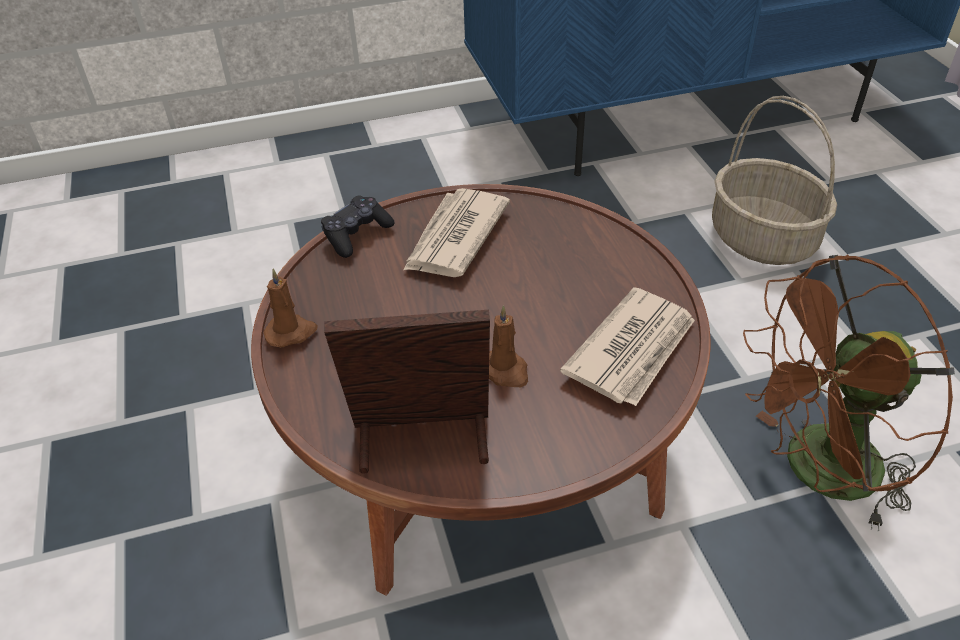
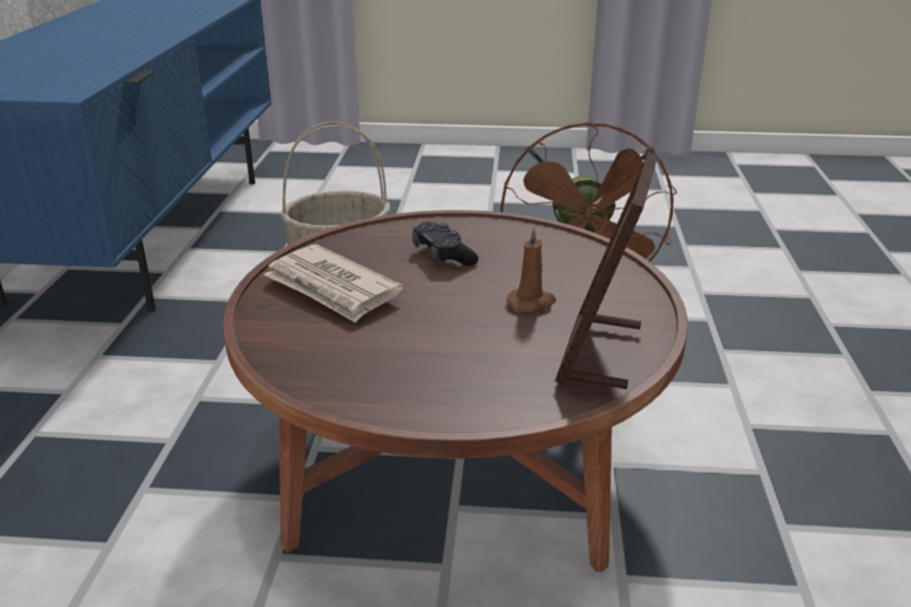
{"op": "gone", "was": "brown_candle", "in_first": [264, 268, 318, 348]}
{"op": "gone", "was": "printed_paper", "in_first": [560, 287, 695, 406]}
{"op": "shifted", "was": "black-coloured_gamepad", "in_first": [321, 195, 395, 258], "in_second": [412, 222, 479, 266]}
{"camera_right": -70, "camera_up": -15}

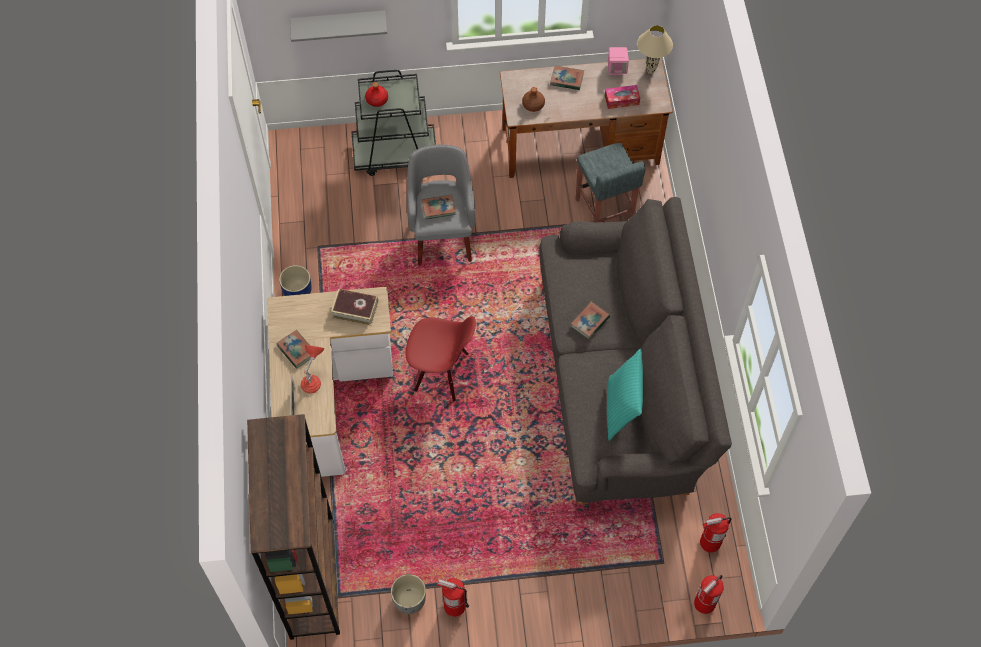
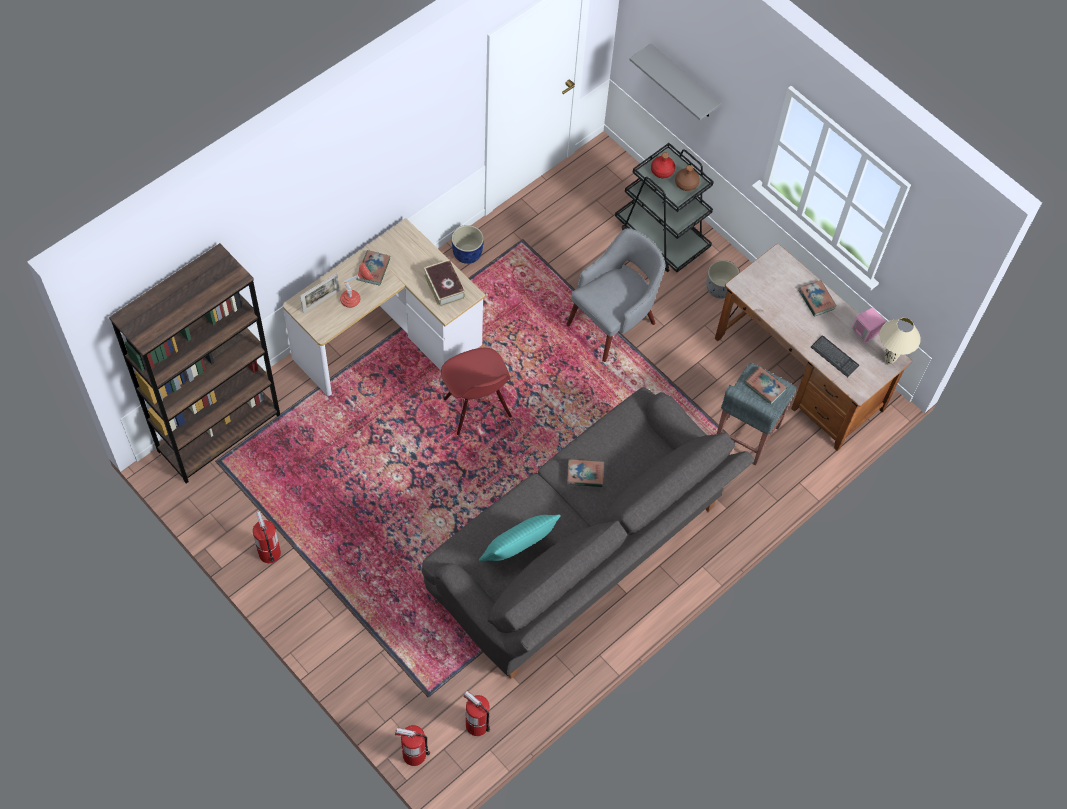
{"op": "shifted", "was": "greyish_plant_pot", "in_first": [391, 574, 426, 614], "in_second": [706, 260, 740, 299]}
{"op": "shifted", "was": "book", "in_first": [422, 195, 456, 219], "in_second": [745, 366, 787, 405]}
{"op": "shifted", "was": "brown_drink_bottle", "in_first": [522, 87, 545, 112], "in_second": [675, 165, 700, 191]}
{"op": "swapped", "was": "tissue_holder", "now": "PC_keyboard", "in_first": [605, 85, 640, 109], "in_second": [811, 335, 859, 377]}
{"camera_right": 50, "camera_up": 0}

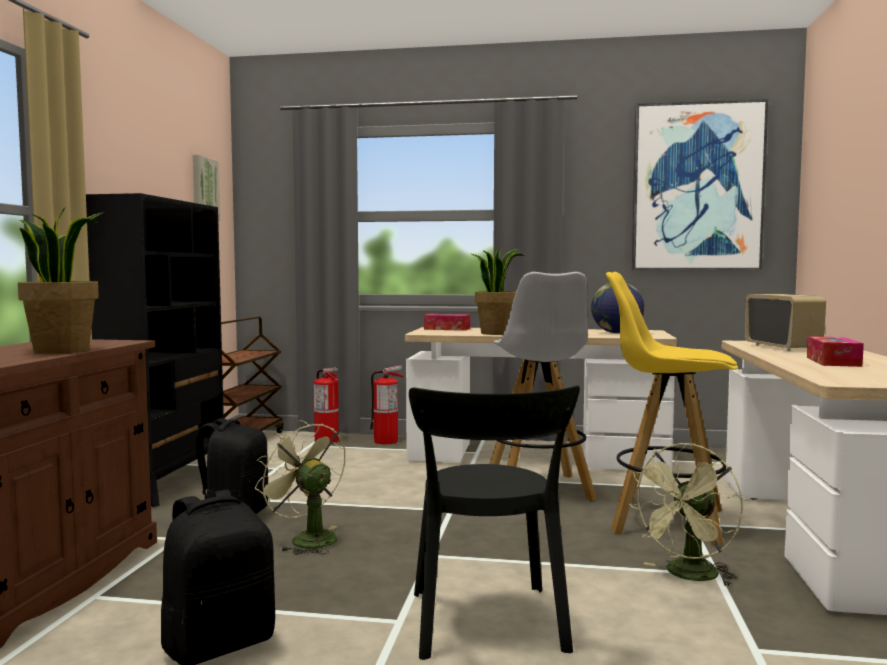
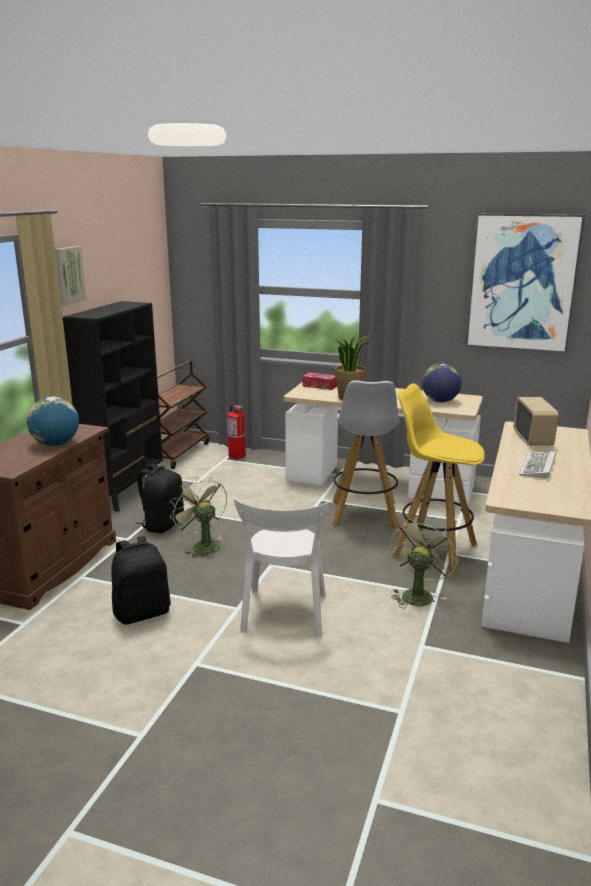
{"op": "gone", "was": "extinguisher", "in_first": [370, 365, 404, 444]}
{"op": "shifted", "was": "wall_picture", "in_first": [193, 155, 220, 221], "in_second": [55, 246, 87, 305]}
{"op": "swapped", "was": "potted_plant", "now": "world_globe", "in_first": [18, 208, 105, 353], "in_second": [27, 396, 79, 446]}
{"op": "swapped", "was": "tissue_holder", "now": "PC_keyboard", "in_first": [807, 336, 864, 367], "in_second": [519, 451, 556, 479]}
{"op": "repainted", "was": "black-coloured_upright_chair", "now": "whitish_upright_chair", "in_first": [409, 385, 580, 660], "in_second": [234, 499, 329, 637]}
{"op": "rotated", "was": "greenish_cooling_fan", "in_first": [628, 443, 743, 587], "in_second": [391, 517, 459, 608], "clockwise": 150}
{"camera_right": 10, "camera_up": 15}

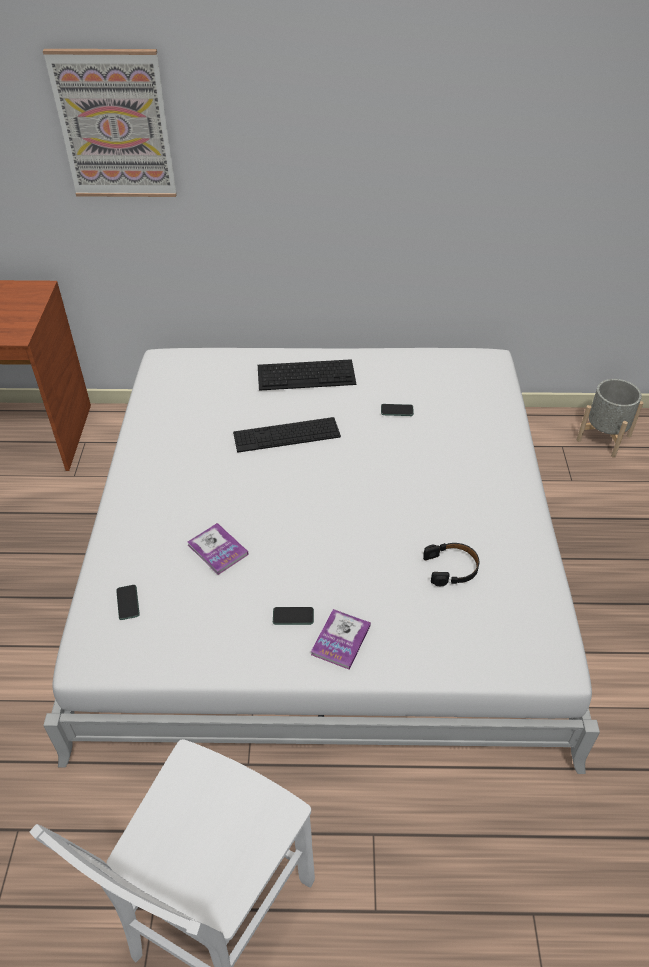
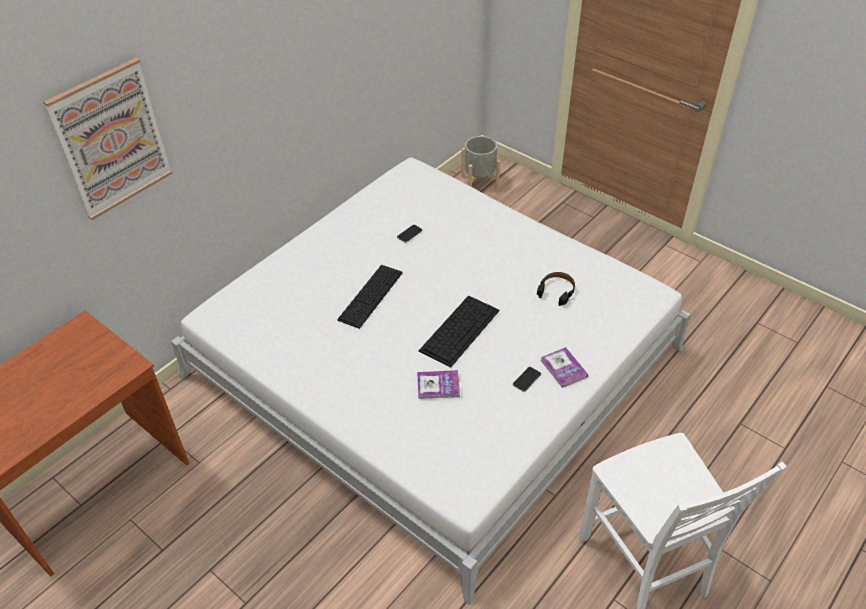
{"op": "gone", "was": "telephone", "in_first": [116, 585, 140, 620]}
{"op": "shifted", "was": "PC_keyboard", "in_first": [258, 359, 356, 391], "in_second": [419, 295, 500, 368]}
{"camera_right": -50, "camera_up": 0}

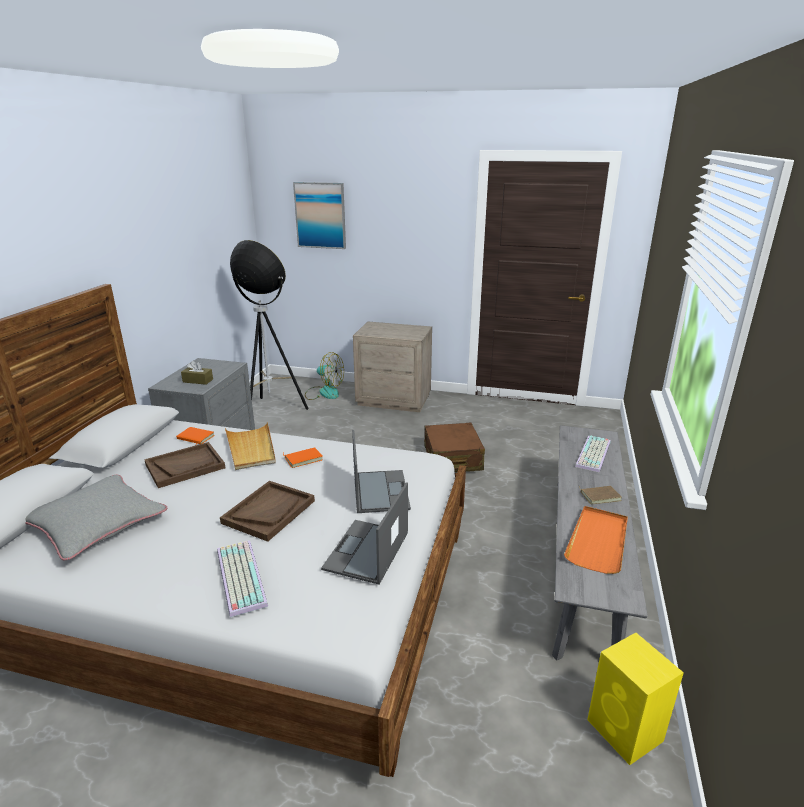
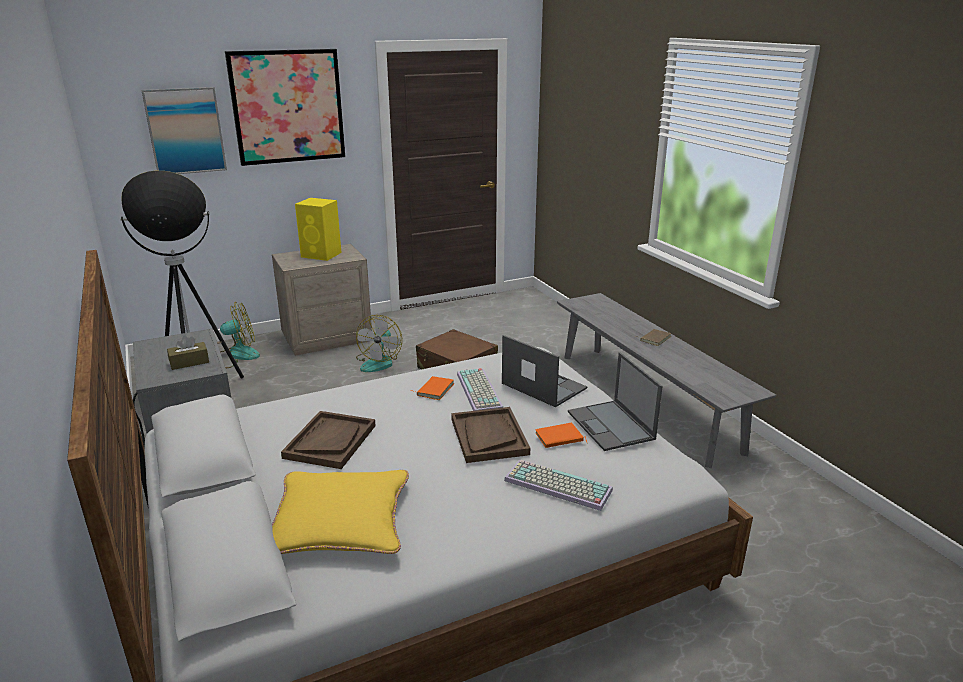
{"op": "gone", "was": "beige_tray", "in_first": [225, 422, 276, 470]}
{"op": "gone", "was": "orange-coloured_tray", "in_first": [564, 506, 628, 574]}
{"op": "new", "now": "wall_picture", "in_second": [225, 49, 345, 166]}
{"op": "new", "now": "cooling_fan", "in_second": [356, 315, 402, 372]}
{"op": "shifted", "was": "orange-coloured_book", "in_first": [176, 427, 215, 444], "in_second": [535, 423, 587, 448]}
{"op": "shifted", "was": "PC_keyboard", "in_first": [575, 435, 610, 473], "in_second": [457, 368, 503, 411]}
{"op": "shifted", "was": "yellowish_loudspeaker", "in_first": [587, 633, 684, 765], "in_second": [295, 198, 342, 261]}
{"op": "repainted", "was": "greyish_cushion", "now": "yellowish_cushion", "in_first": [25, 475, 167, 561], "in_second": [272, 470, 409, 554]}
{"camera_right": -40, "camera_up": 0}

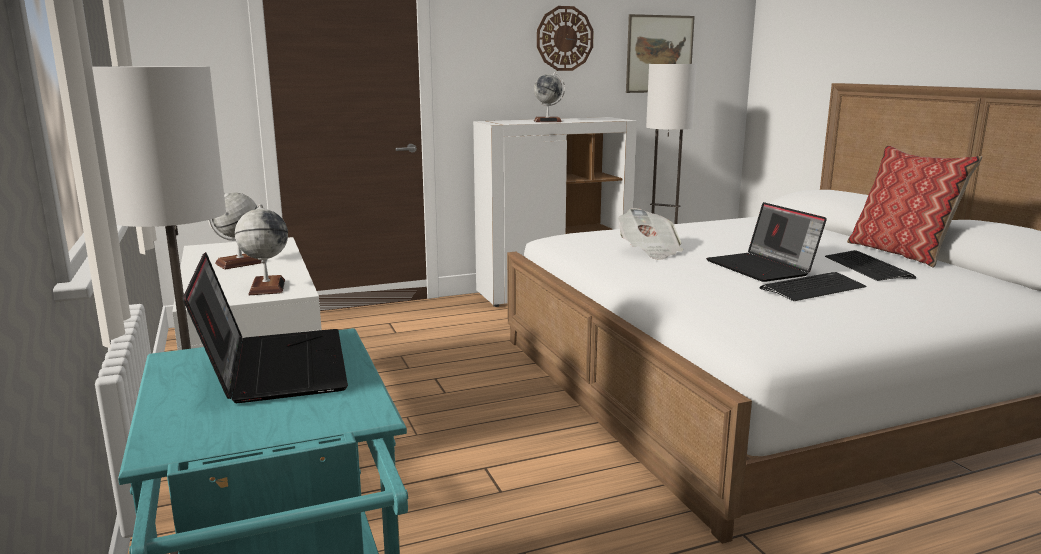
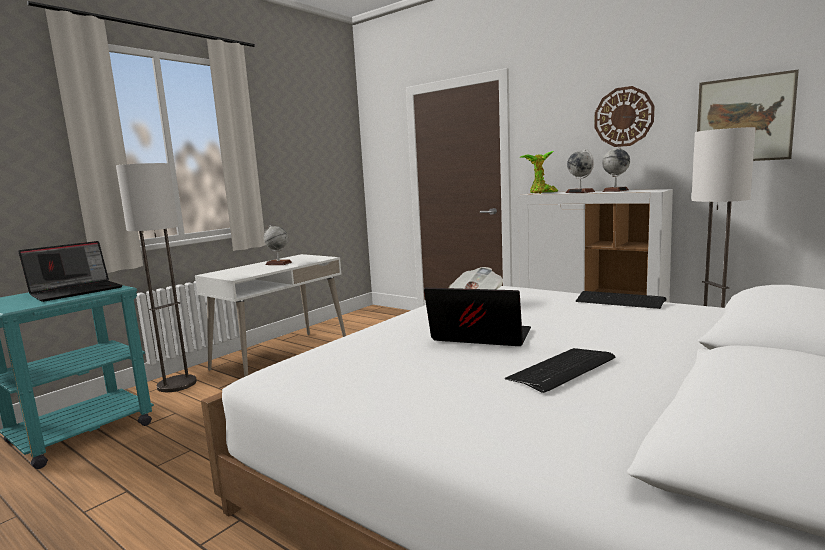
{"op": "gone", "was": "cushion", "in_first": [847, 145, 982, 268]}
{"op": "new", "now": "potted_plant", "in_second": [521, 151, 558, 194]}
{"op": "shifted", "was": "world_globe", "in_first": [235, 204, 288, 295], "in_second": [602, 147, 630, 192]}
{"op": "shifted", "was": "PC_keyboard", "in_first": [760, 272, 866, 301], "in_second": [576, 291, 667, 309]}
{"op": "rotated", "was": "laptop", "in_first": [706, 202, 827, 282], "in_second": [424, 288, 531, 346], "clockwise": 75}
{"camera_right": 60, "camera_up": -5}

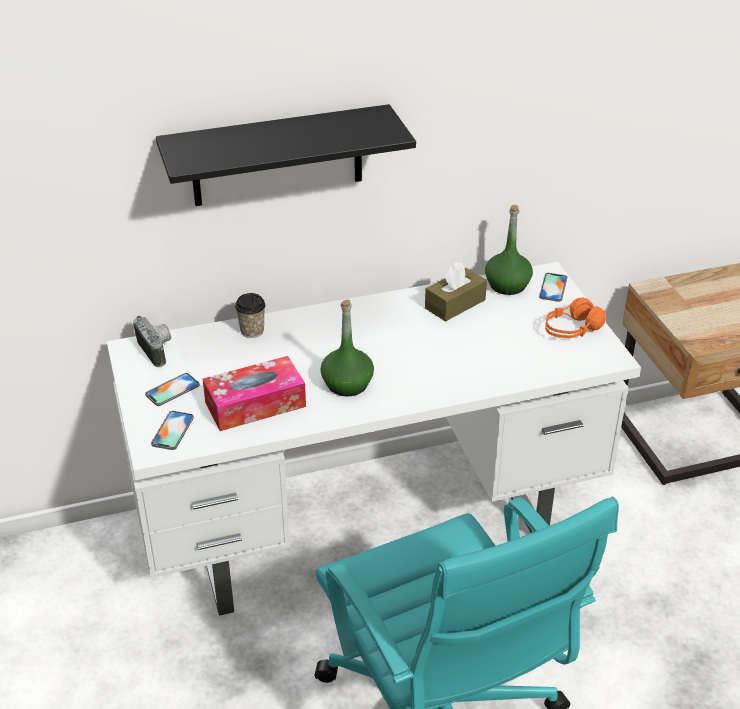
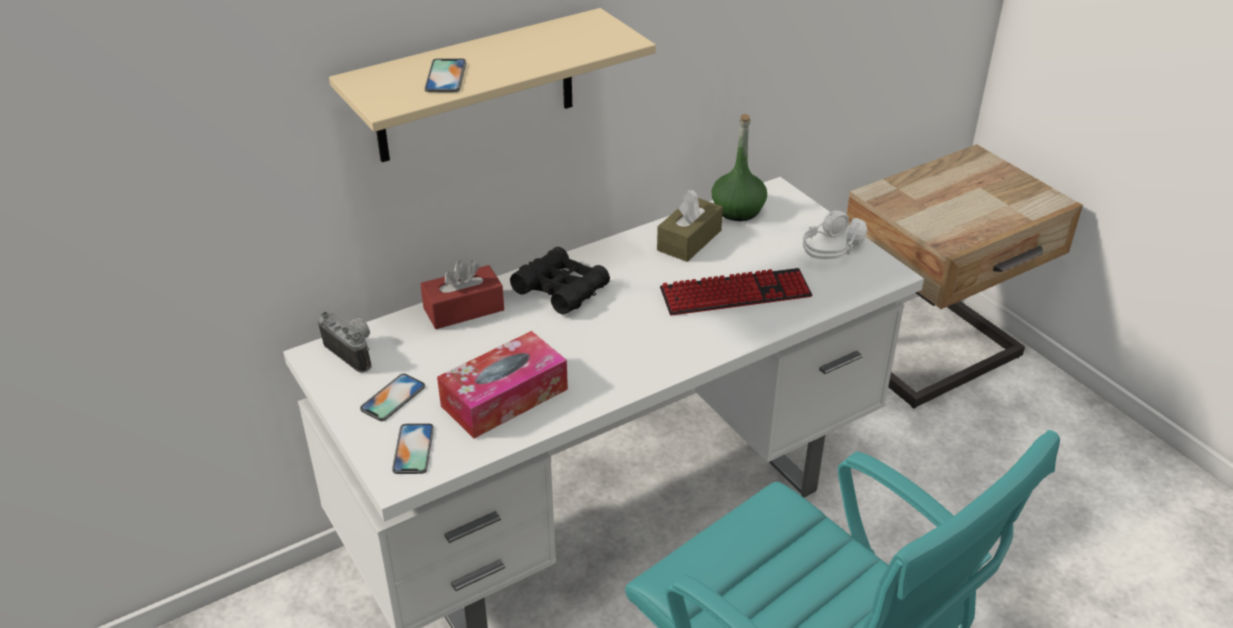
{"op": "gone", "was": "greenish_drink_bottle", "in_first": [320, 300, 374, 397]}
{"op": "new", "now": "black-coloured_binoculars", "in_second": [510, 247, 610, 314]}
{"op": "new", "now": "PC_keyboard", "in_second": [660, 268, 812, 315]}
{"op": "shifted", "was": "telephone", "in_first": [539, 273, 567, 302], "in_second": [425, 58, 466, 92]}
{"op": "swapped", "was": "small_cup", "now": "reddish_tissue_holder", "in_first": [235, 293, 266, 338], "in_second": [420, 260, 504, 329]}
{"op": "repainted", "was": "black-coloured_bracket_shelf", "now": "beige_bracket_shelf", "in_first": [156, 104, 416, 206], "in_second": [329, 8, 656, 162]}
{"op": "repainted", "was": "orange-coloured_pair_of_headphones", "now": "whitish_pair_of_headphones", "in_first": [545, 297, 606, 338], "in_second": [803, 210, 868, 259]}
{"camera_right": -15, "camera_up": 0}

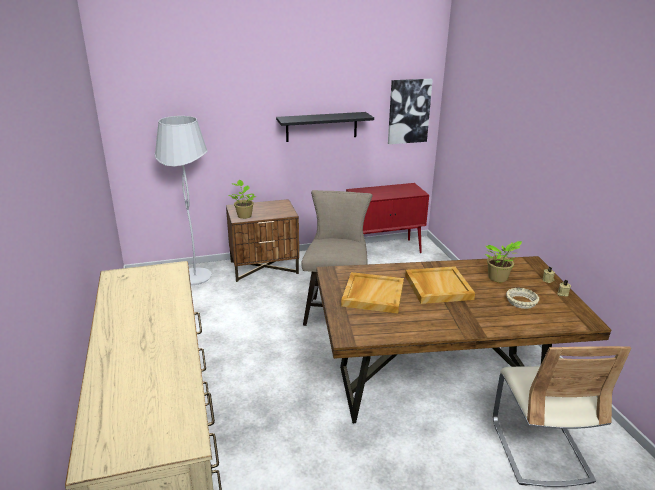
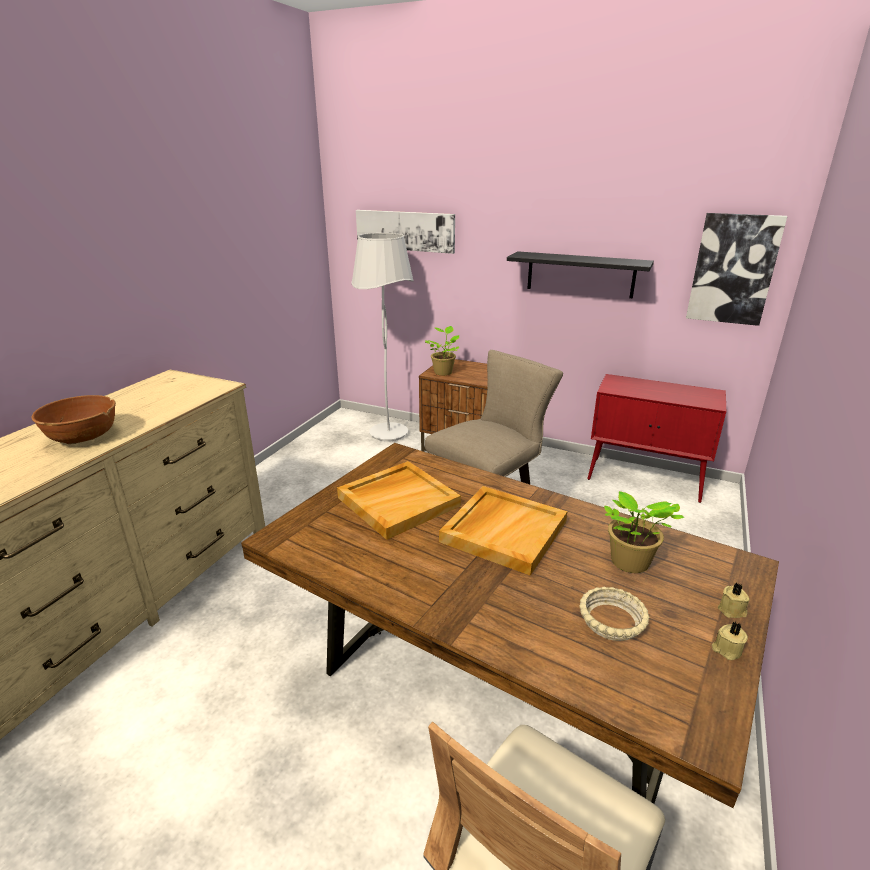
{"op": "new", "now": "brown_deep_dish", "in_second": [32, 395, 116, 444]}
{"op": "new", "now": "wall_picture", "in_second": [356, 210, 455, 254]}
{"camera_right": 40, "camera_up": 0}

